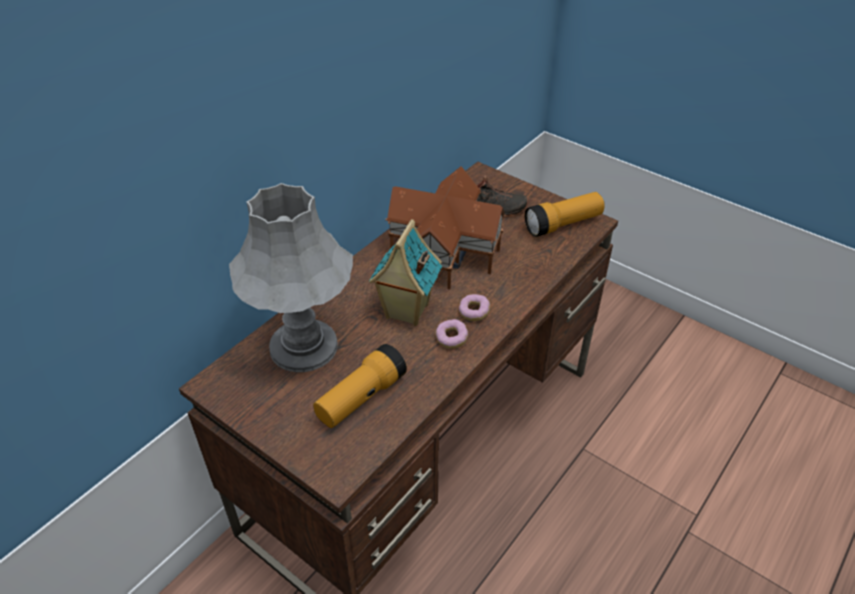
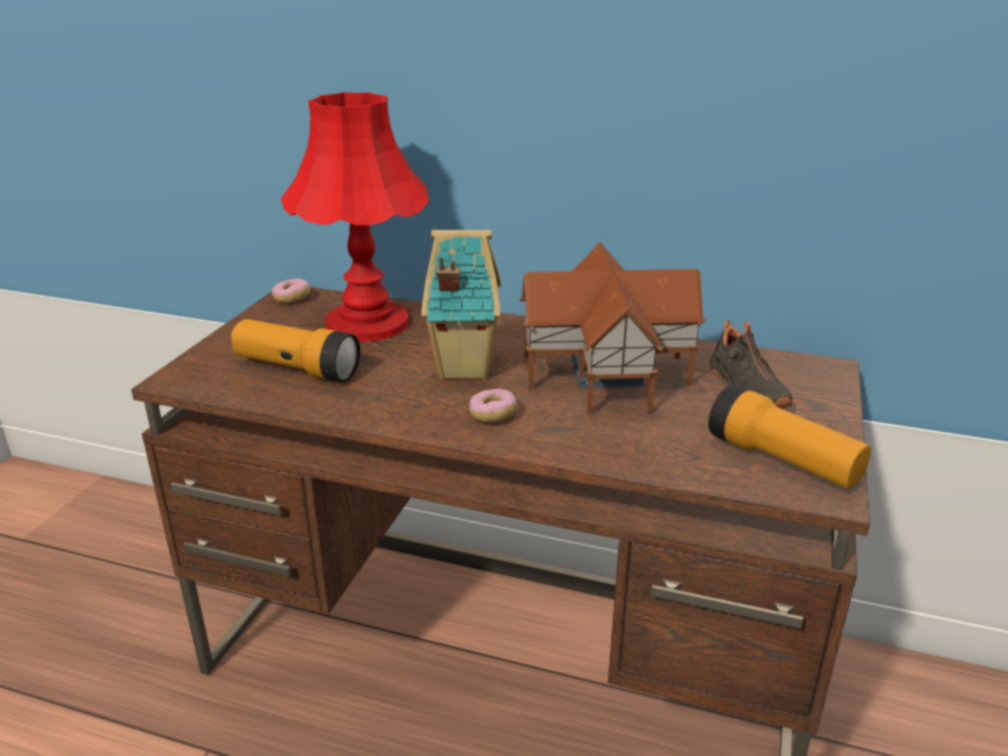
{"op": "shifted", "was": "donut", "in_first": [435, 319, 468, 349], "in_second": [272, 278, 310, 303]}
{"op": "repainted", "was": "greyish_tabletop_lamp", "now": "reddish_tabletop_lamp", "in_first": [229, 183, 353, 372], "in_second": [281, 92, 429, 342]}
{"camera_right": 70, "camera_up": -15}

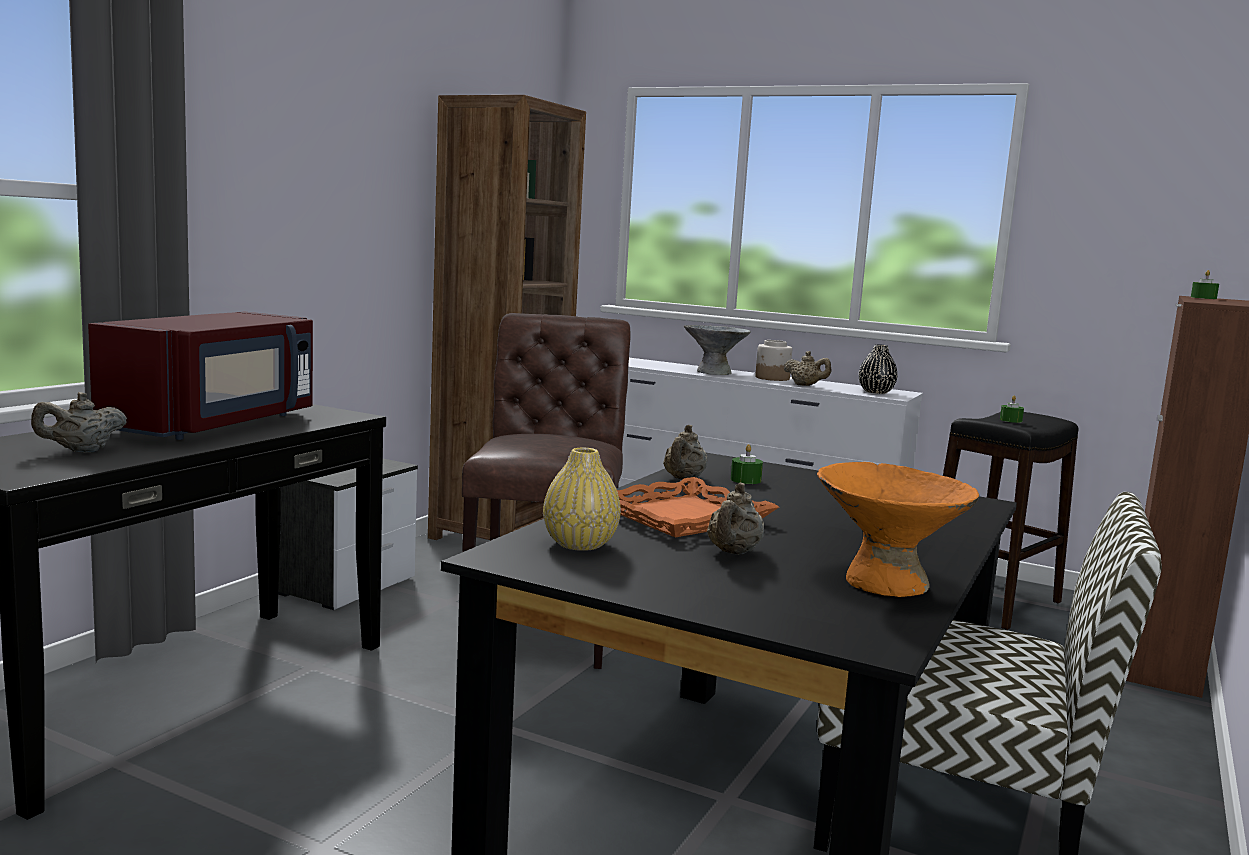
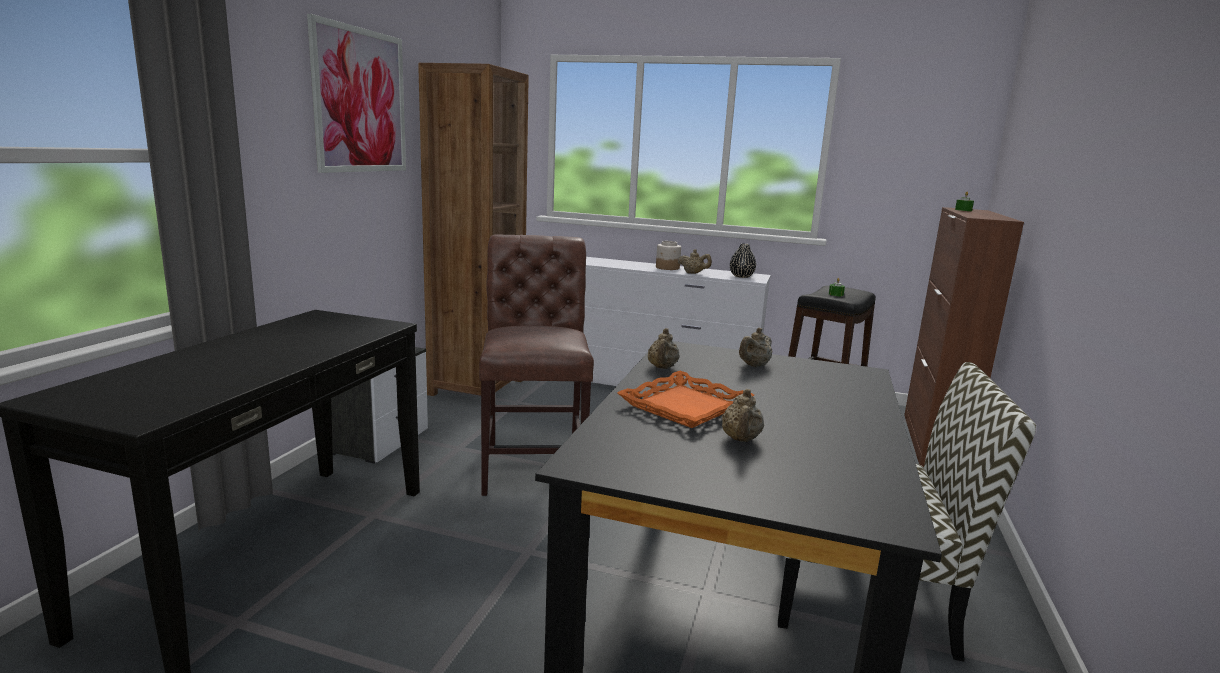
{"op": "gone", "was": "reddish_kitchen_microwave", "in_first": [88, 312, 313, 440]}
{"op": "gone", "was": "yellowish_decorative_vase", "in_first": [543, 448, 621, 551]}
{"op": "gone", "was": "greyish_deep_dish", "in_first": [684, 325, 751, 375]}
{"op": "gone", "was": "greenish_candle", "in_first": [731, 444, 763, 484]}
{"op": "gone", "was": "orange-coloured_deep_dish", "in_first": [817, 462, 979, 597]}
{"op": "new", "now": "wall_picture", "in_second": [307, 14, 406, 173]}
{"op": "shifted", "was": "beige_pot_for_tea", "in_first": [31, 392, 127, 453], "in_second": [739, 328, 772, 367]}
{"camera_right": -10, "camera_up": 5}

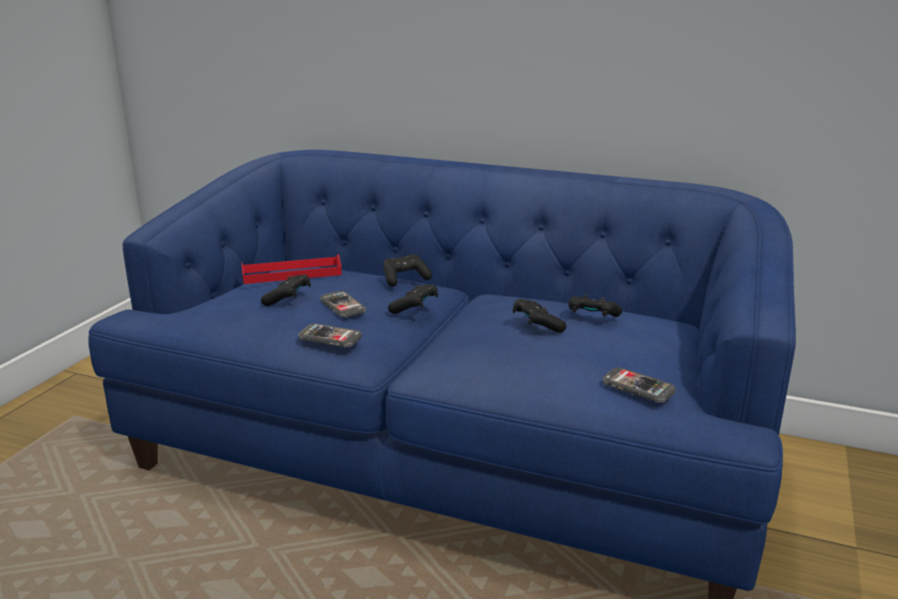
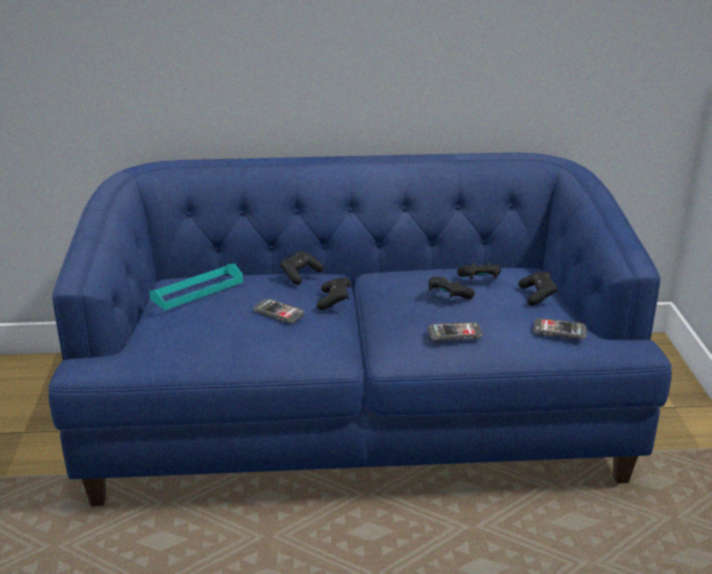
{"op": "shifted", "was": "black-coloured_gamepad", "in_first": [261, 275, 311, 306], "in_second": [518, 271, 558, 306]}
{"op": "shifted", "was": "telephone", "in_first": [298, 323, 362, 347], "in_second": [428, 322, 482, 341]}
{"op": "repainted", "was": "reddish_tray", "now": "turquoise_tray", "in_first": [242, 254, 342, 284], "in_second": [149, 264, 243, 310]}
{"camera_right": -25, "camera_up": 5}

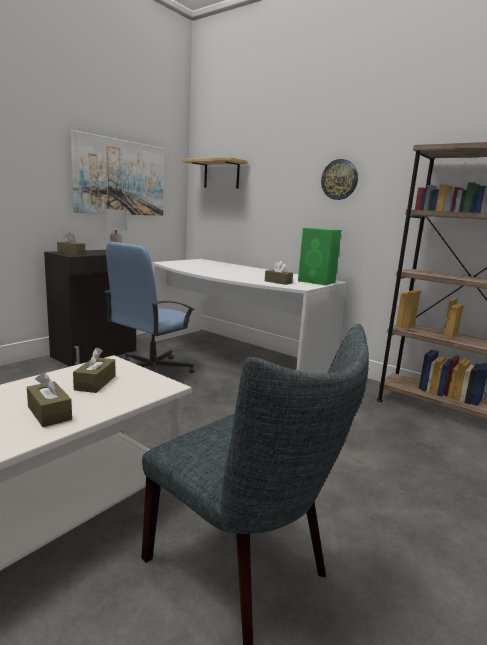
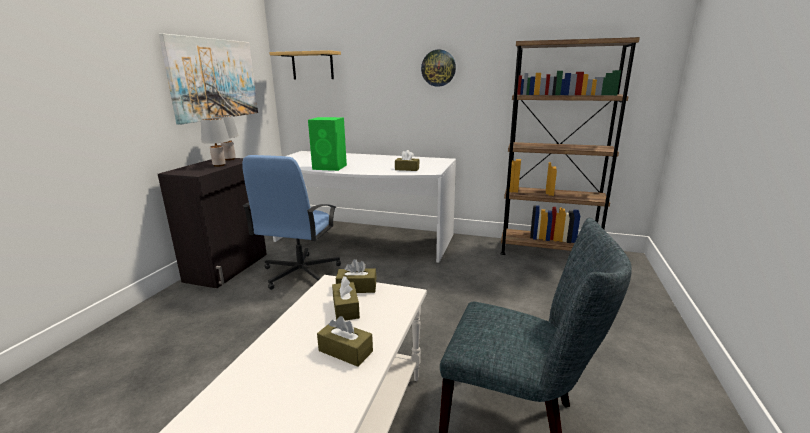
{"op": "new", "now": "greyish_tabletop_lamp", "in_second": [201, 118, 230, 167]}
{"op": "shifted", "was": "brown_tissue_holder", "in_first": [57, 232, 85, 255], "in_second": [336, 259, 377, 293]}
{"op": "shifted", "was": "greenish_loudspeaker", "in_first": [298, 228, 341, 285], "in_second": [308, 117, 347, 171]}
{"camera_right": -20, "camera_up": 5}

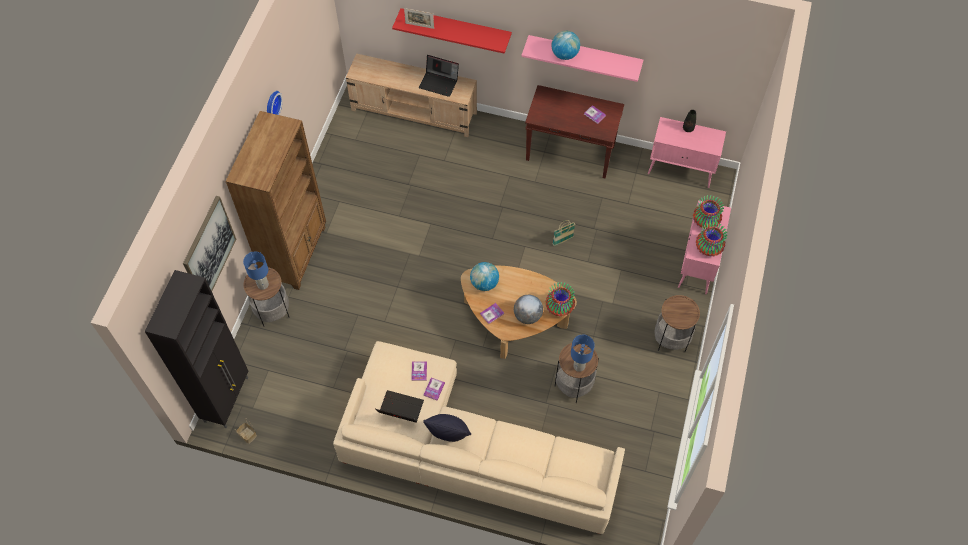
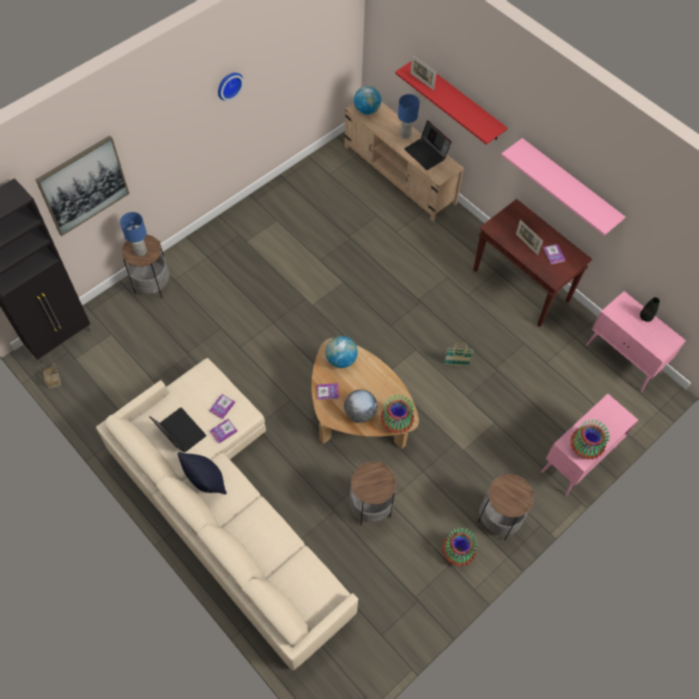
{"op": "gone", "was": "brown_bookshelf", "in_first": [225, 111, 326, 290]}
{"op": "new", "now": "standing_frame", "in_second": [516, 220, 543, 255]}
{"op": "shifted", "was": "world_globe", "in_first": [552, 31, 580, 60], "in_second": [354, 86, 381, 114]}
{"op": "shifted", "was": "bluish_tabletop_lamp", "in_first": [571, 335, 595, 372], "in_second": [398, 94, 420, 139]}
{"op": "shifted", "was": "decorative_vase", "in_first": [693, 195, 724, 229], "in_second": [442, 528, 477, 566]}
{"camera_right": 30, "camera_up": 0}

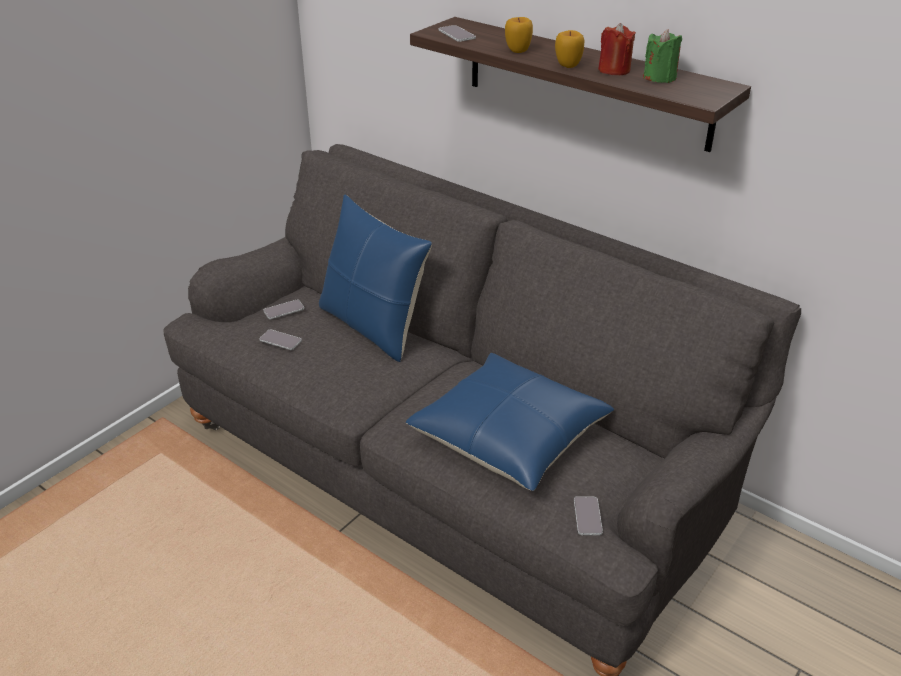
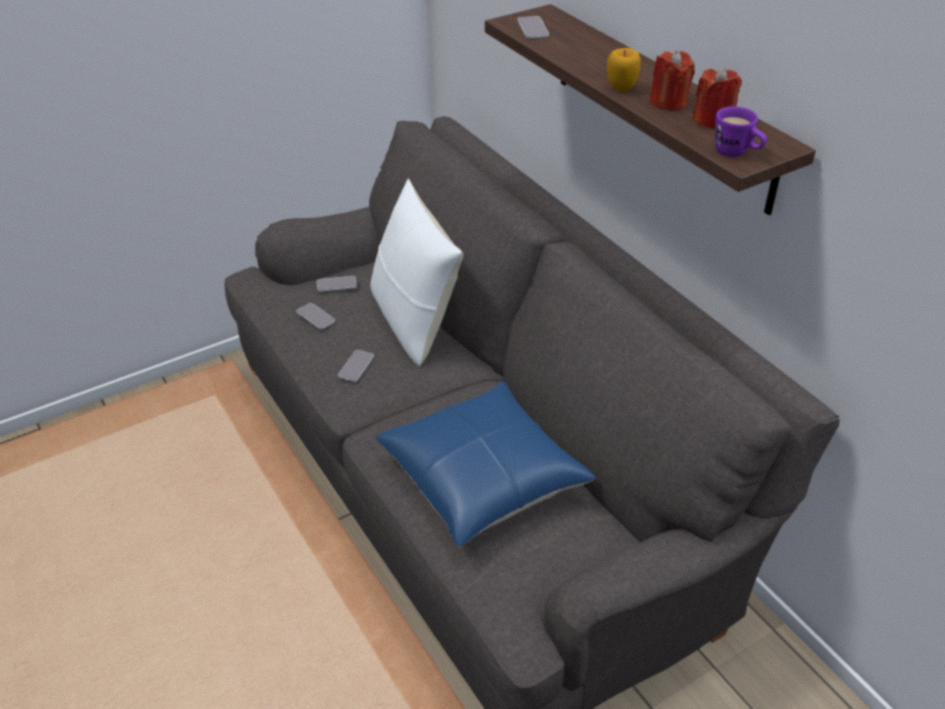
{"op": "gone", "was": "whole_apple", "in_first": [505, 17, 533, 53]}
{"op": "new", "now": "purplish_coffee_mug", "in_second": [715, 106, 767, 157]}
{"op": "shifted", "was": "telephone", "in_first": [574, 496, 603, 536], "in_second": [338, 350, 374, 382]}
{"op": "repainted", "was": "bluish_cushion", "now": "whitish_cushion", "in_first": [319, 194, 432, 362], "in_second": [370, 179, 463, 367]}
{"op": "repainted", "was": "greenish_candle", "now": "reddish_candle", "in_first": [643, 29, 682, 83], "in_second": [692, 67, 742, 129]}
{"camera_right": 20, "camera_up": 5}

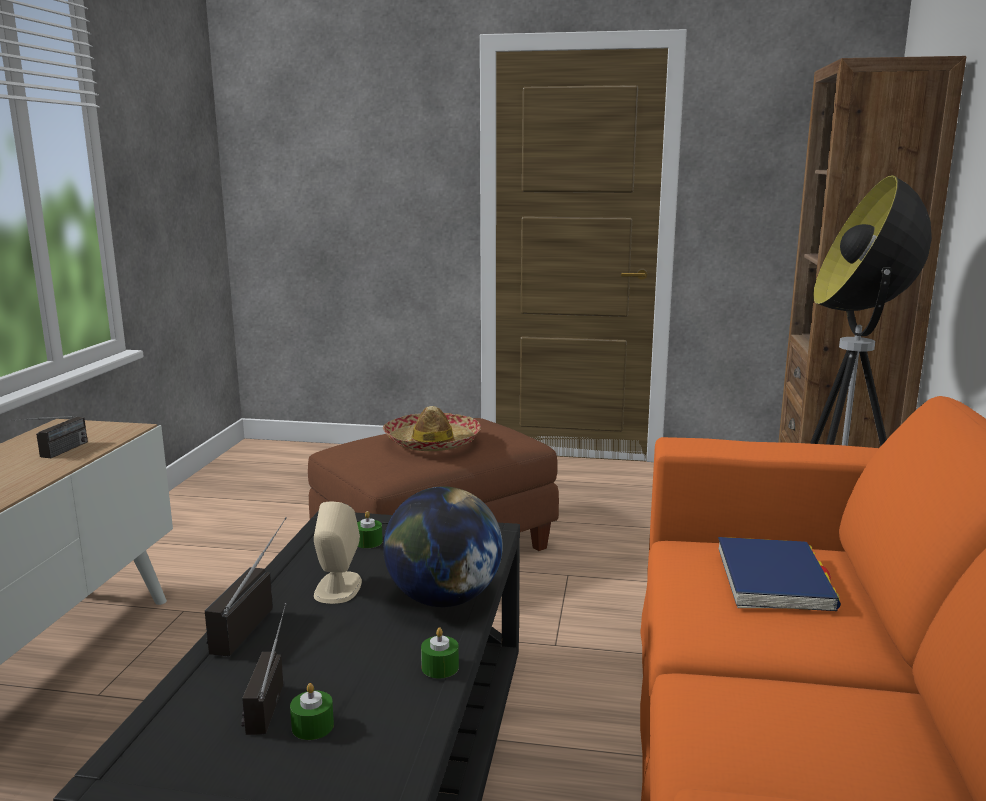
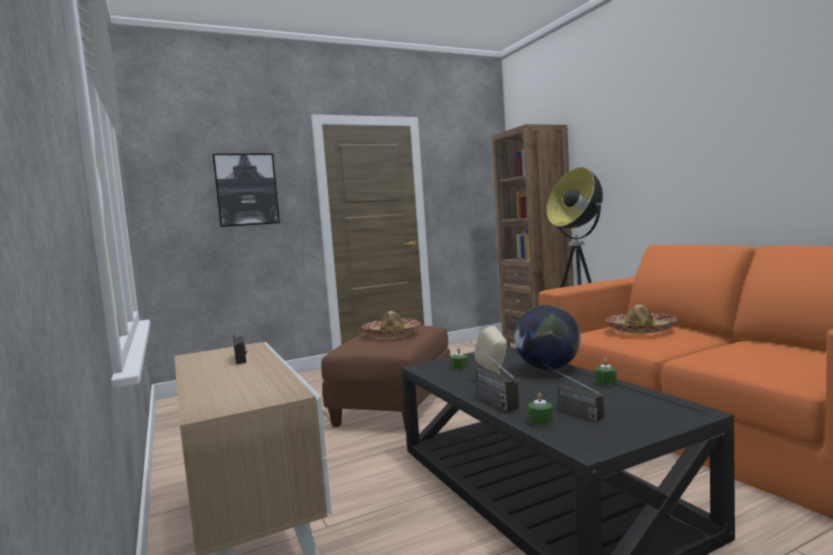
{"op": "new", "now": "wall_picture", "in_second": [212, 153, 280, 227]}
{"op": "shifted", "was": "greenish_candle", "in_first": [290, 683, 334, 740], "in_second": [528, 393, 553, 425]}
{"op": "swapped", "was": "bluish_book", "now": "hat", "in_first": [718, 537, 841, 611], "in_second": [605, 304, 677, 333]}
{"camera_right": -35, "camera_up": -10}

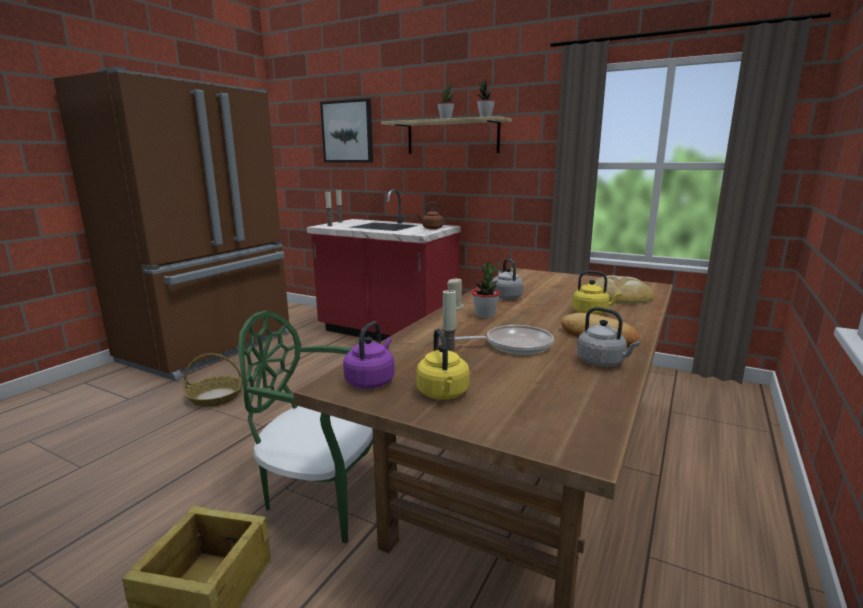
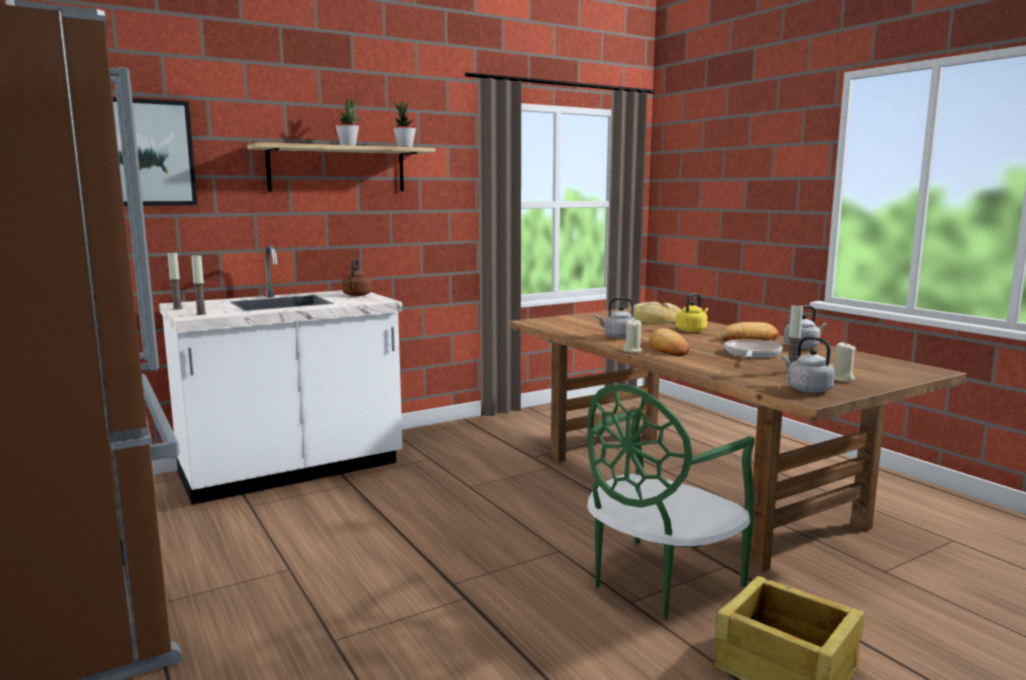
{"op": "gone", "was": "household_basket", "in_first": [183, 353, 243, 407]}
{"op": "swapped", "was": "yellowish_tea_kettle", "now": "beige_candle", "in_first": [416, 329, 469, 400], "in_second": [834, 342, 856, 382]}
{"op": "swapped", "was": "potted_plant", "now": "baked_bread", "in_first": [471, 261, 500, 318], "in_second": [649, 328, 689, 356]}
{"op": "repainted", "was": "reddish_kitchen_base_unit", "now": "whitish_kitchen_base_unit", "in_first": [307, 189, 461, 342], "in_second": [159, 245, 403, 504]}
{"op": "repainted", "was": "purplish_tea_kettle", "now": "greyish_tea_kettle", "in_first": [343, 322, 395, 389], "in_second": [782, 337, 835, 393]}
{"camera_right": -60, "camera_up": -5}

